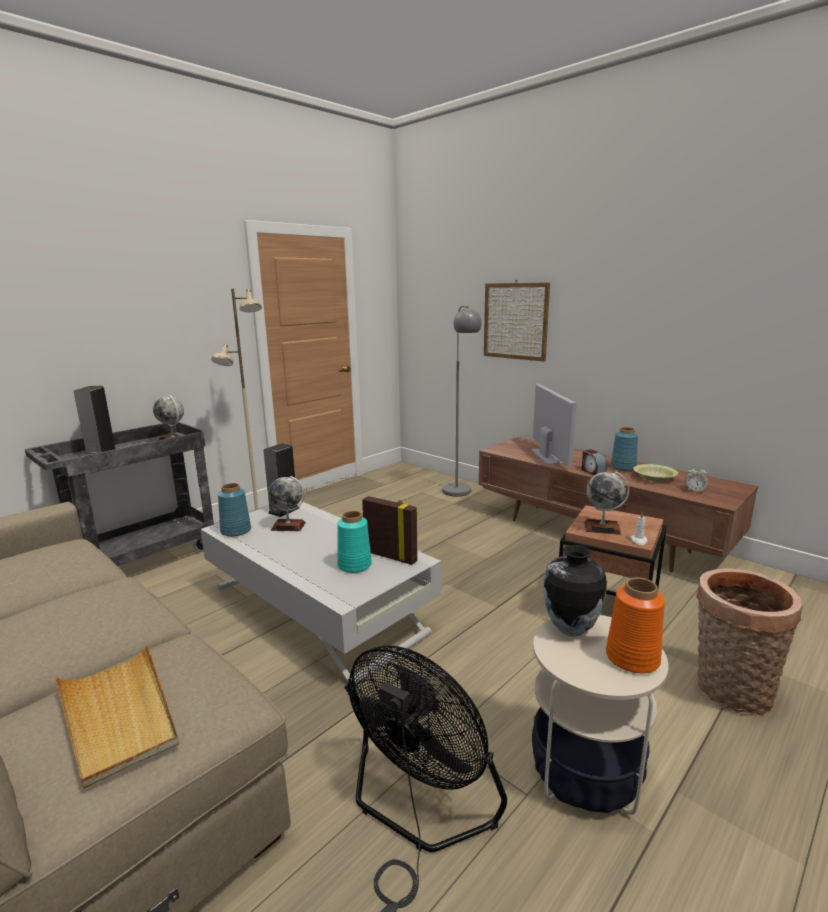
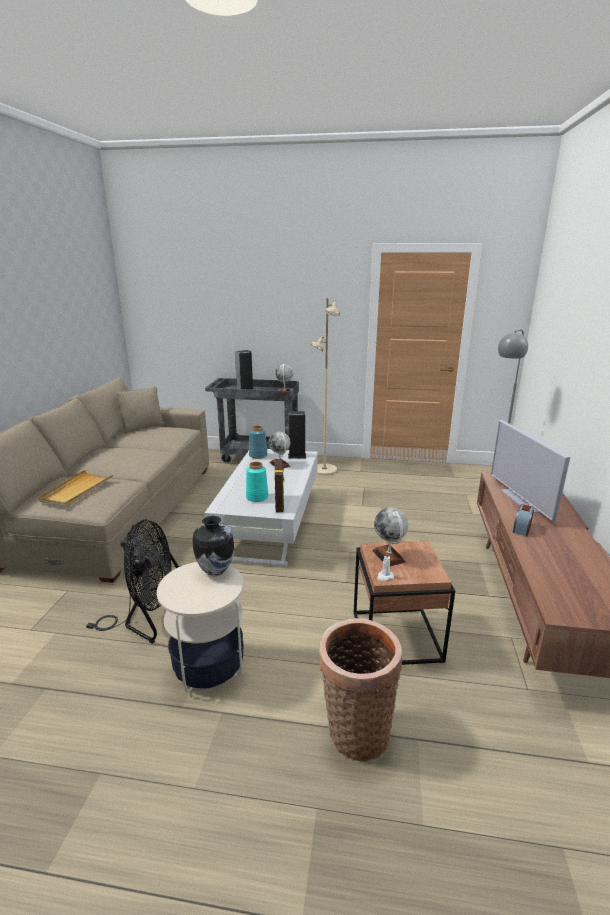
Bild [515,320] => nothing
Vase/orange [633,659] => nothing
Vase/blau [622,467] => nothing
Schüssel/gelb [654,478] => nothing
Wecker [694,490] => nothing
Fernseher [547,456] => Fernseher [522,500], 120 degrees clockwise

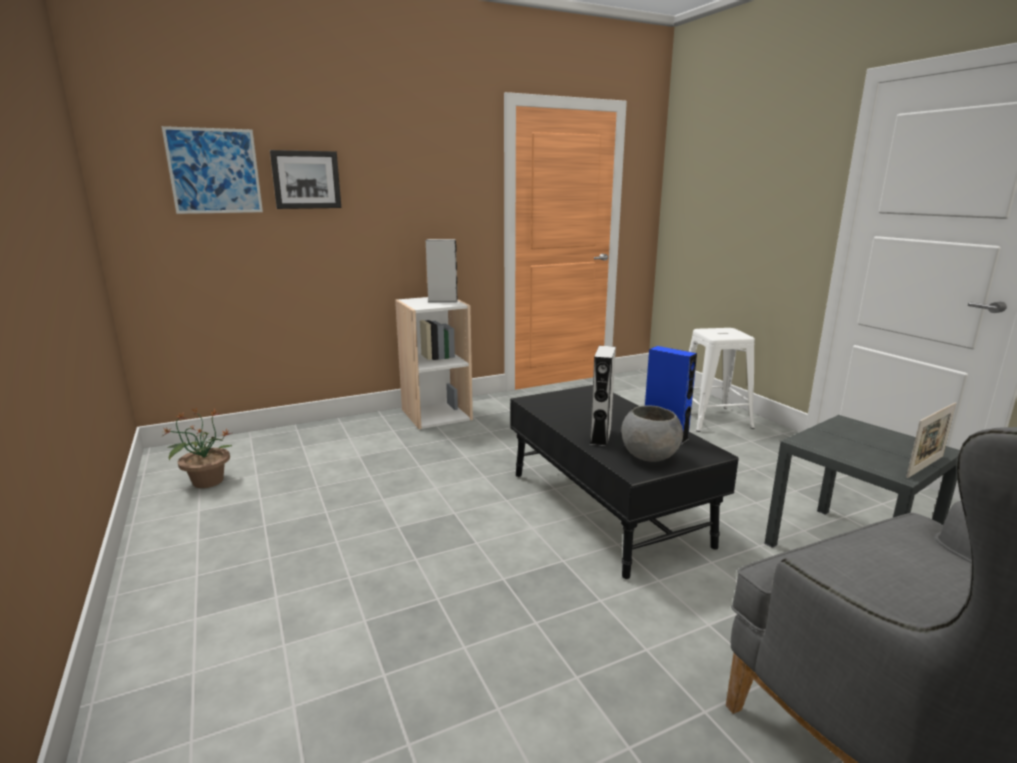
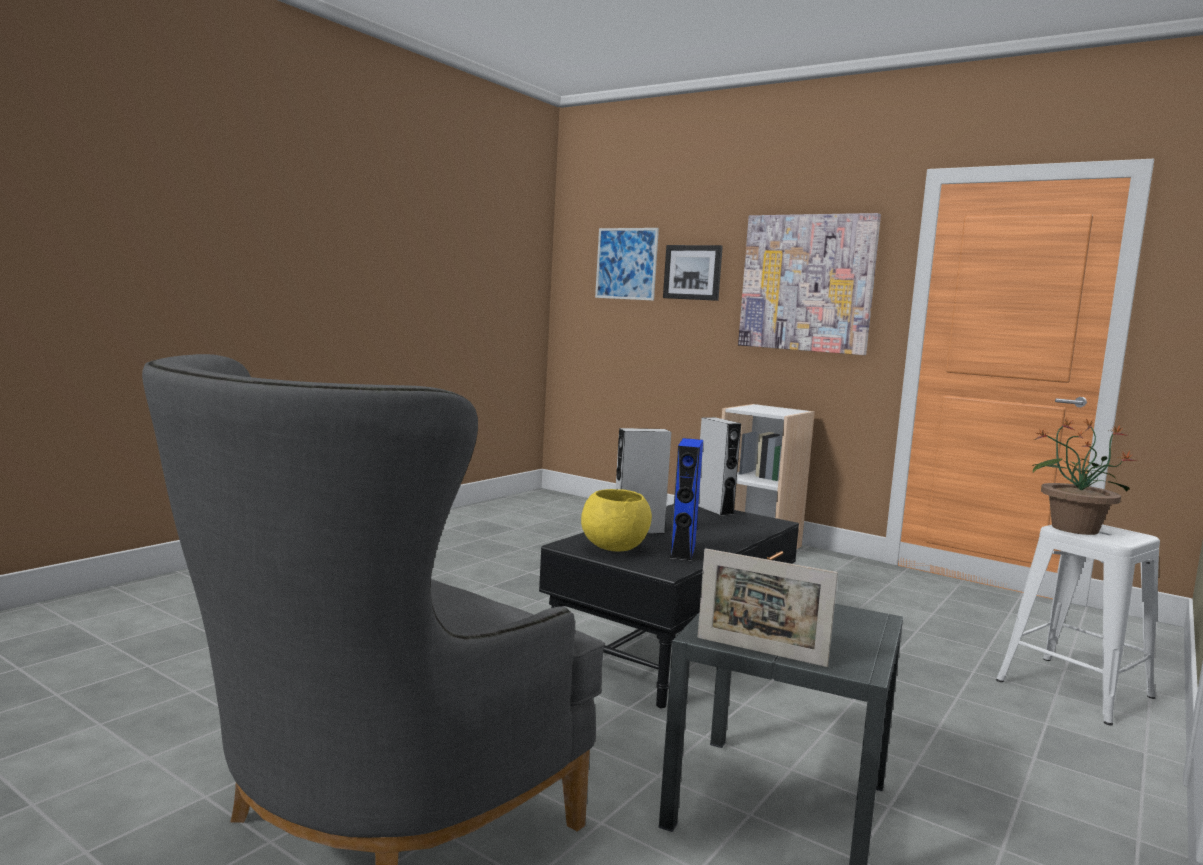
nothing => Bild [807,283]
Topfpflanze [207,481] => Topfpflanze [1073,528], moved
Lautsprecher/grau [442,301] => Lautsprecher/grau [714,510], moved
Schüssel/grau [649,457] => Schüssel/gelb [614,548]

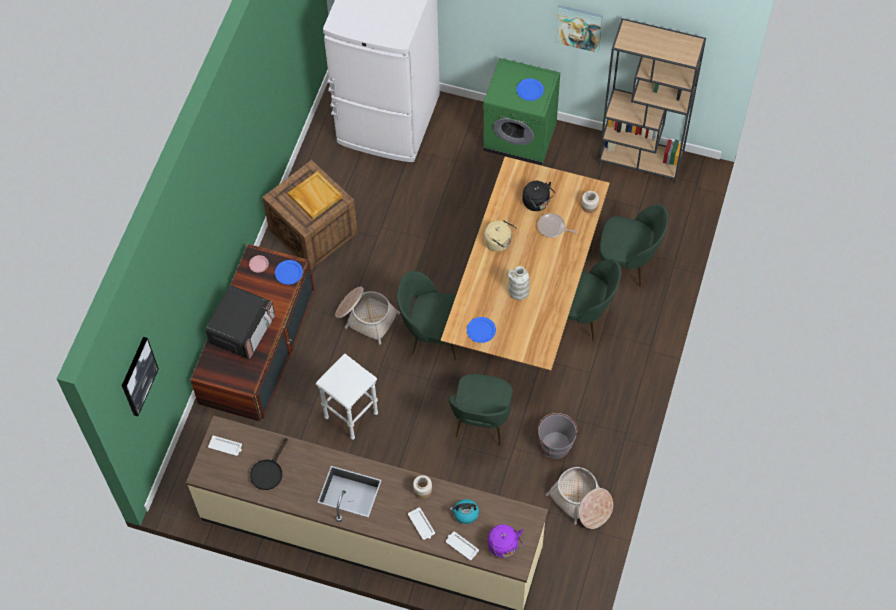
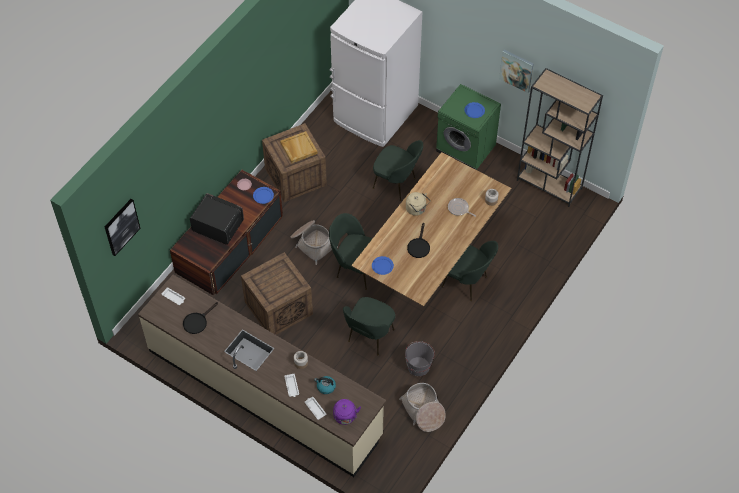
Wasserkessel/schwarz [537,203] => nothing
Stuhl/grün [628,265] => Stuhl/grün [397,185], moved
Hocker/weiß [351,414] => Kiste [279,307]
Vase/weiß [518,291] => Pfanne/schwarz [418,246]
Mikrowelle [242,330] => Mikrowelle [217,226], 105 degrees counterclockwise

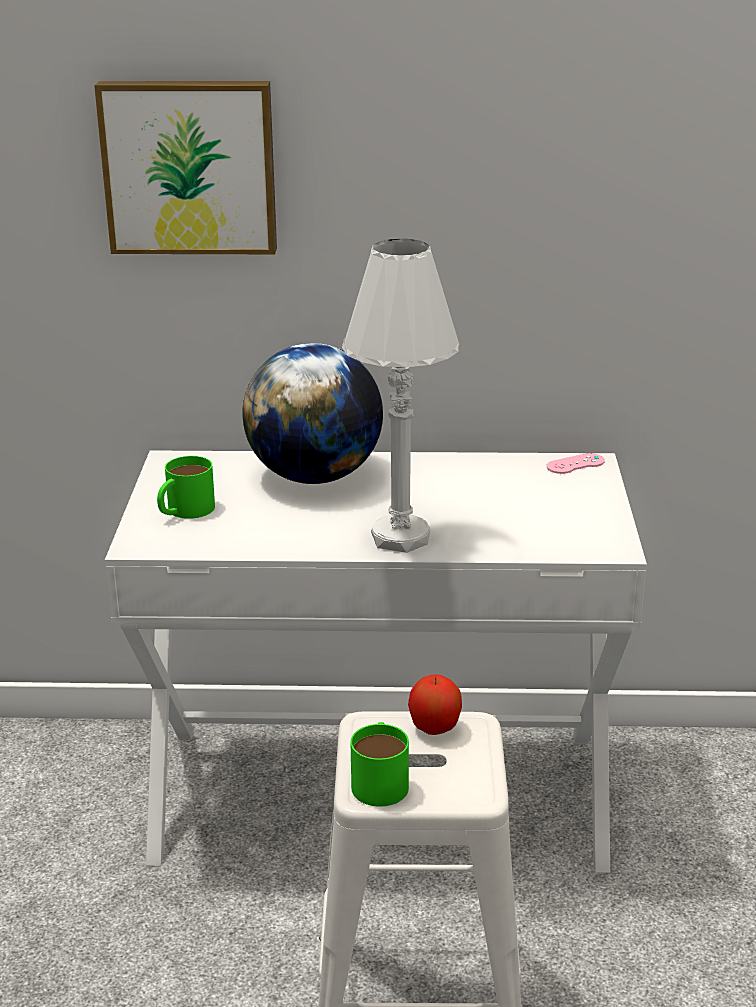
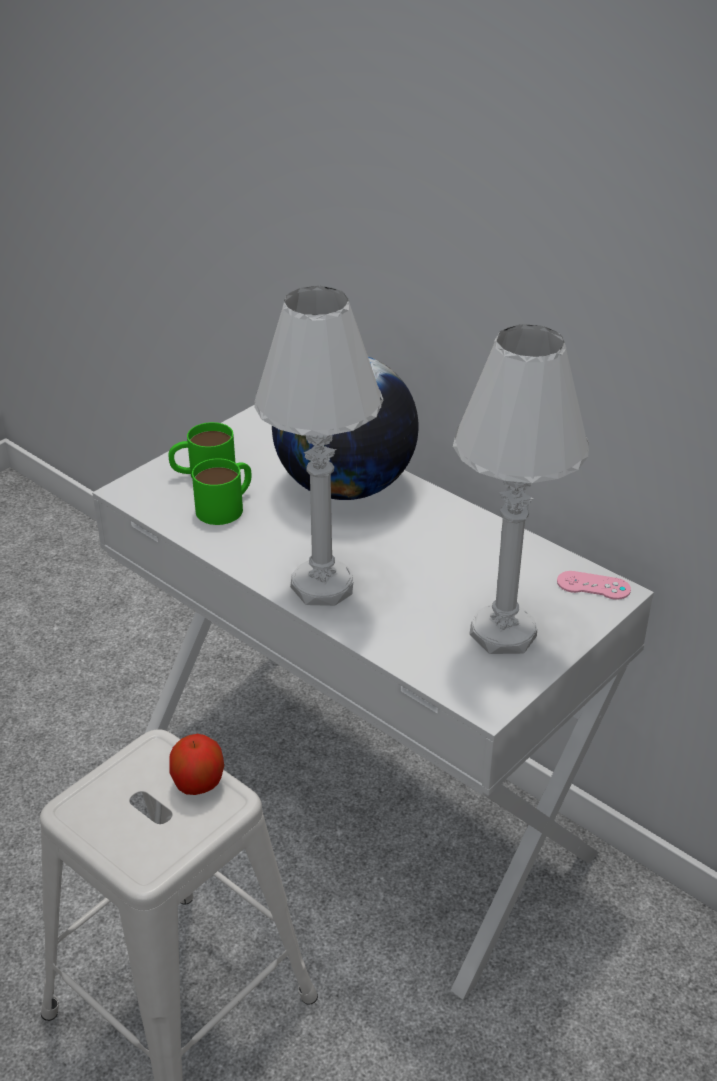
Bild [190,166] => nothing
nothing => Tischlampe/weiß [503,634]
Henkelbecher/grün [380,779] => Henkelbecher/grün [227,506], moved

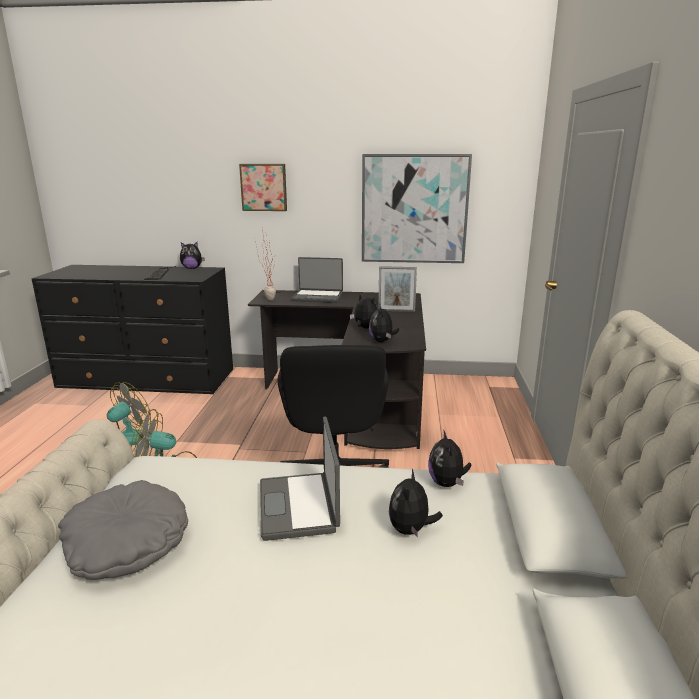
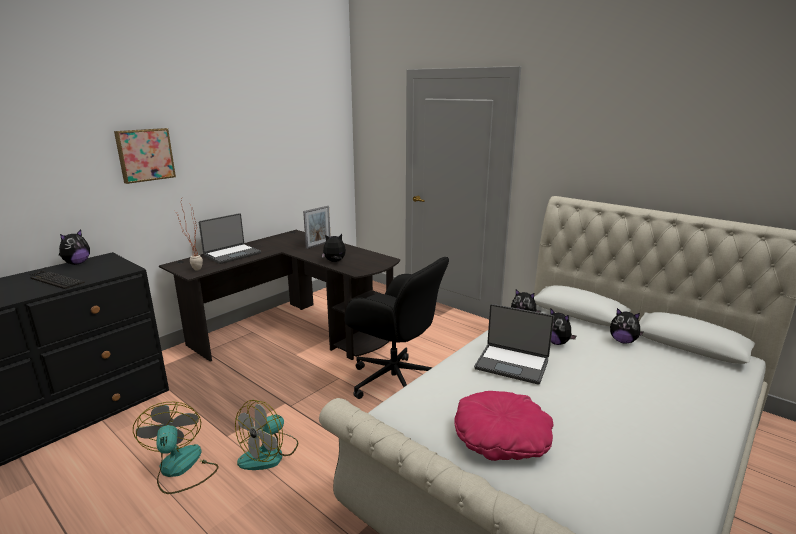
Bild [414,209] => nothing
Plüschtier [382,341] => Plüschtier [623,341], moved
Kissen/grau [129,543] => Kissen/rosa [501,436]

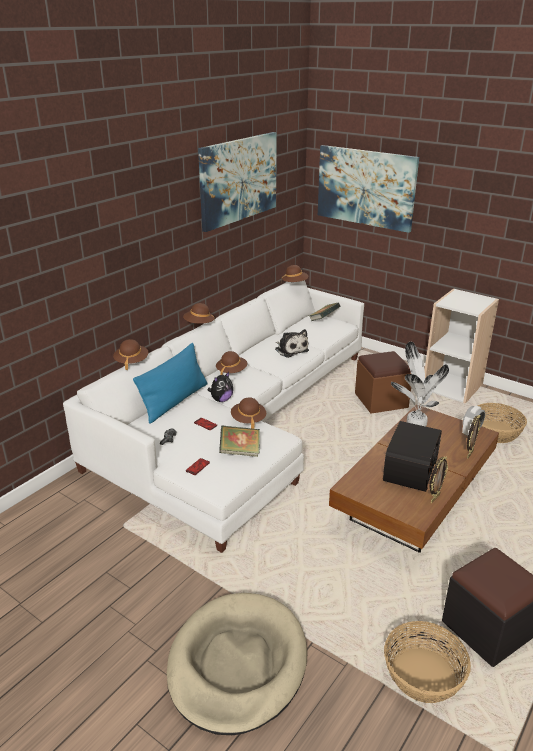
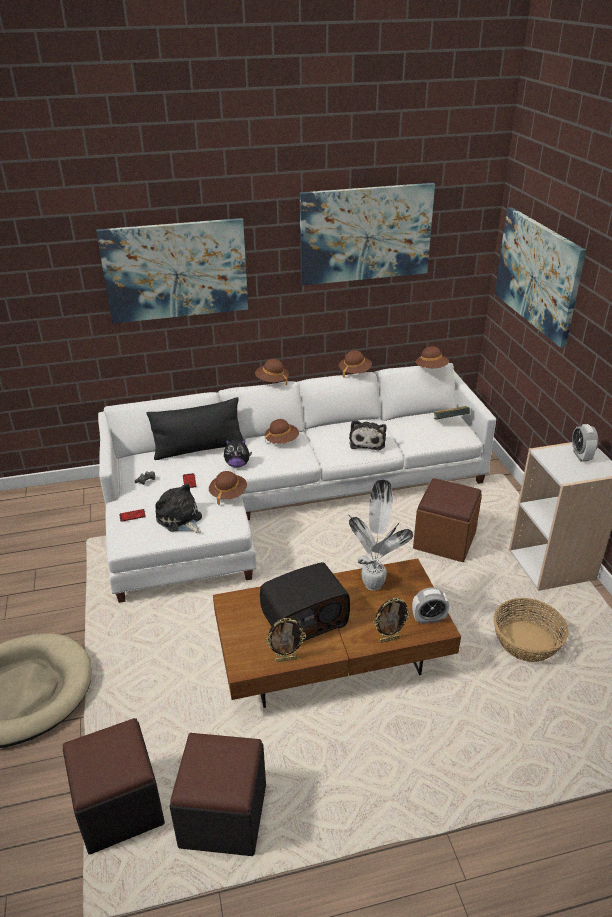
nothing => Bild [175,270]
nothing => Wecker [581,456]
Hut/braun [131,362] => Hut/braun [354,372], moved
Buch [240,451] => Plüschtier [180,519]
Korb [422,675] => Polsterhocker/schwarz [119,806]
Kissen/blau [175,401] => Kissen/schwarz [199,449]

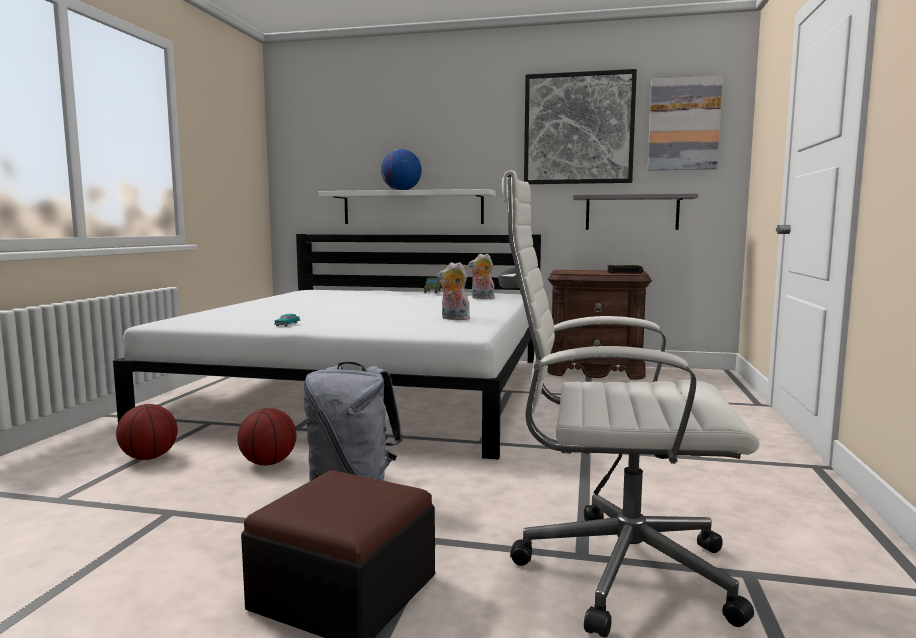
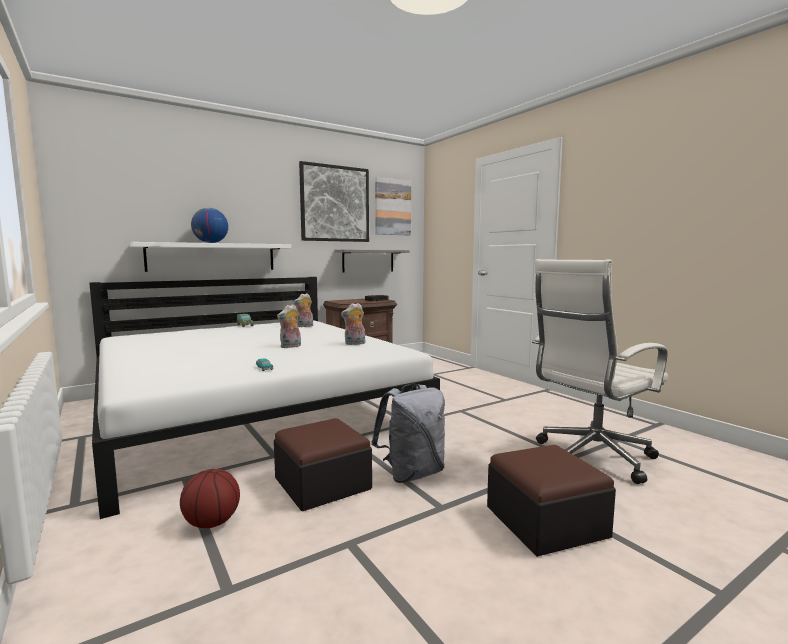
nothing => Plüschtier [291,346]
Basketball [269,463] => Polsterhocker [322,484]

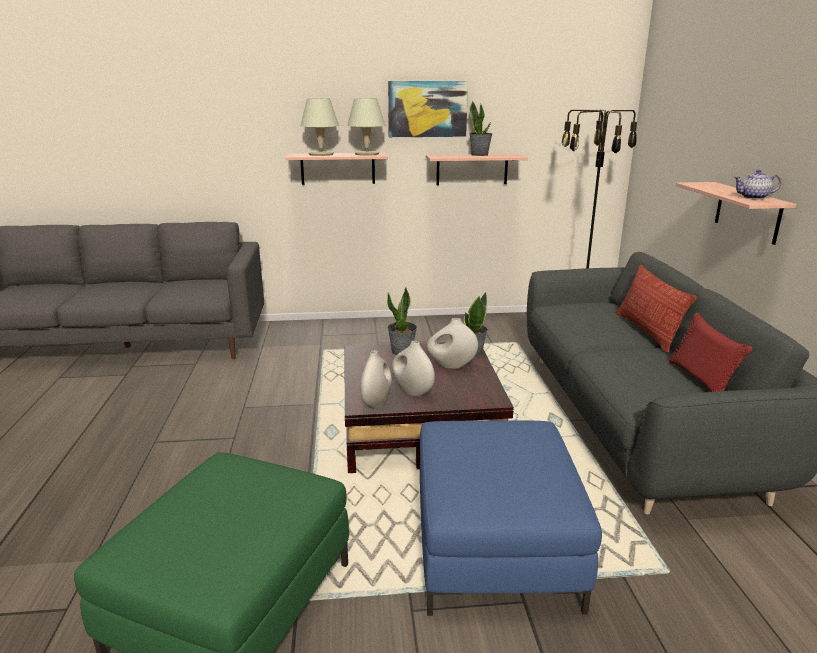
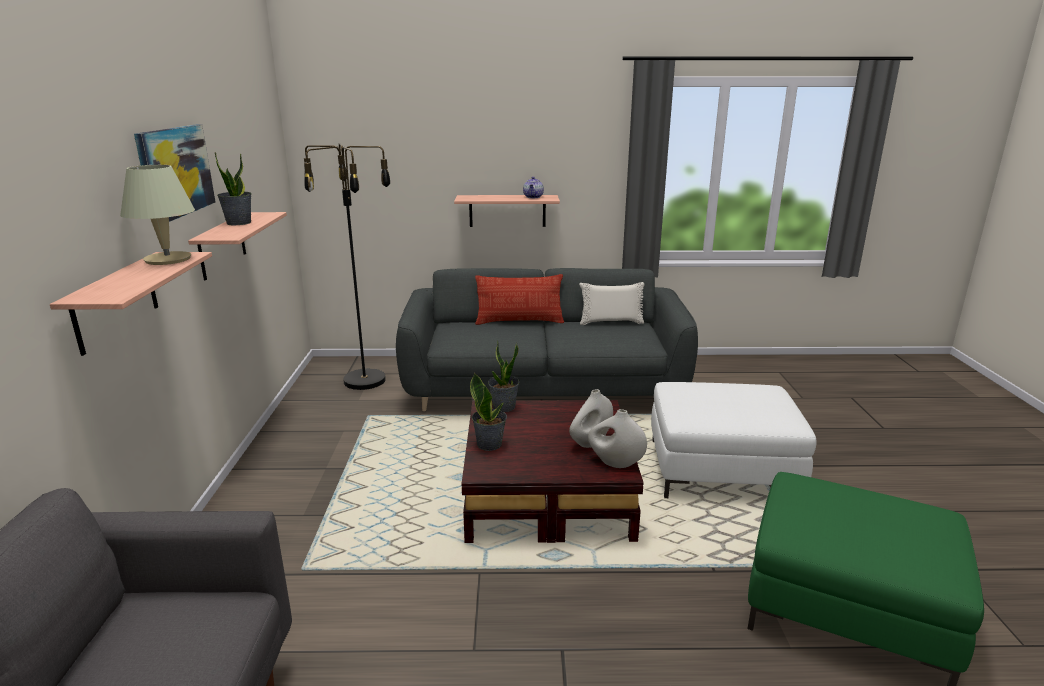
Tischlampe/beige [321,154] => nothing
Vase/weiß [451,365] => nothing
Polsterhocker/blau [494,546] => Polsterhocker/weiß [720,470]
Kissen/rot [701,380] => Kissen/weiß [611,322]

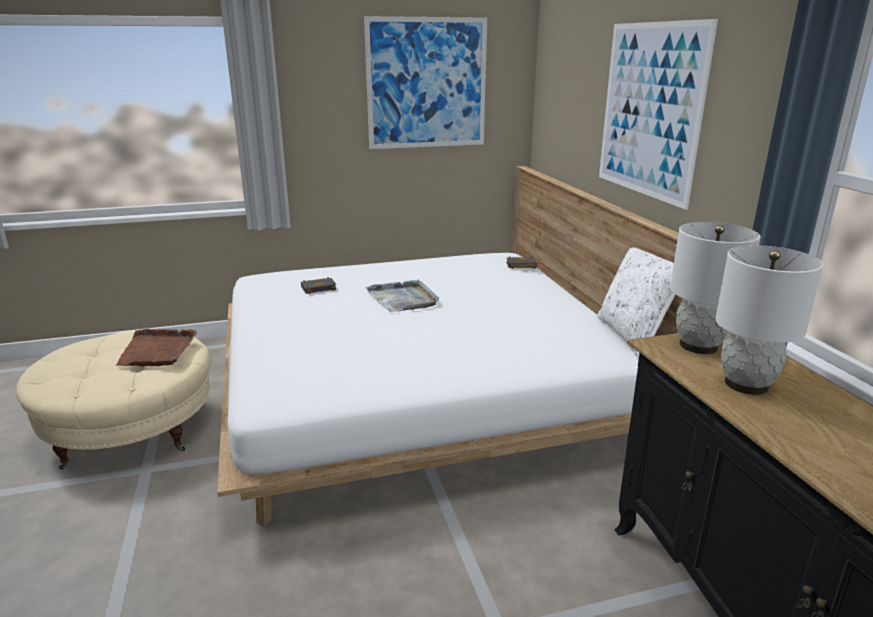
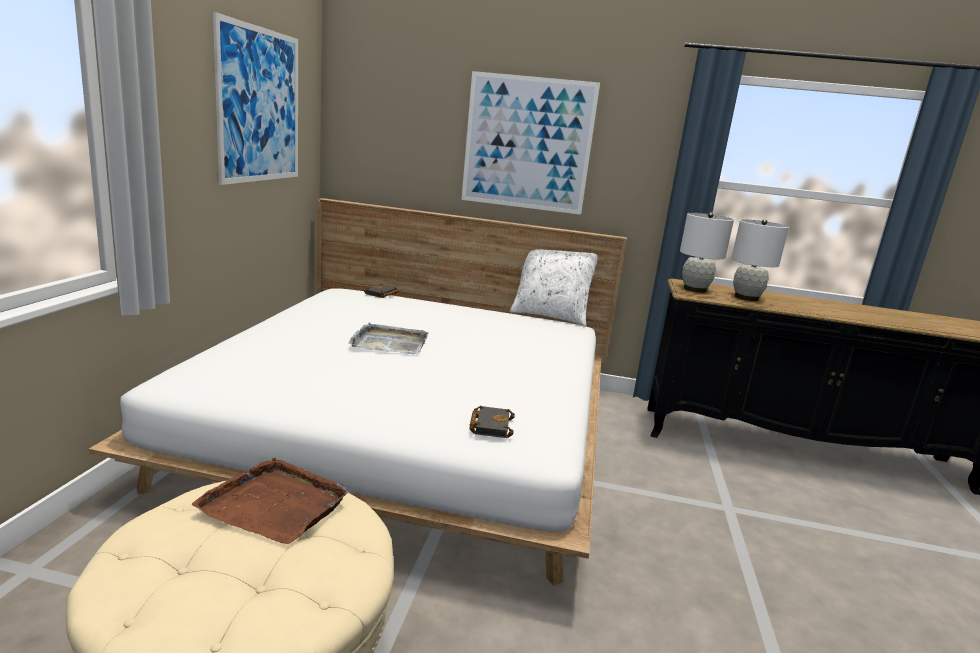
Buch/schwarz [319,288] => Buch/schwarz [490,425], moved

